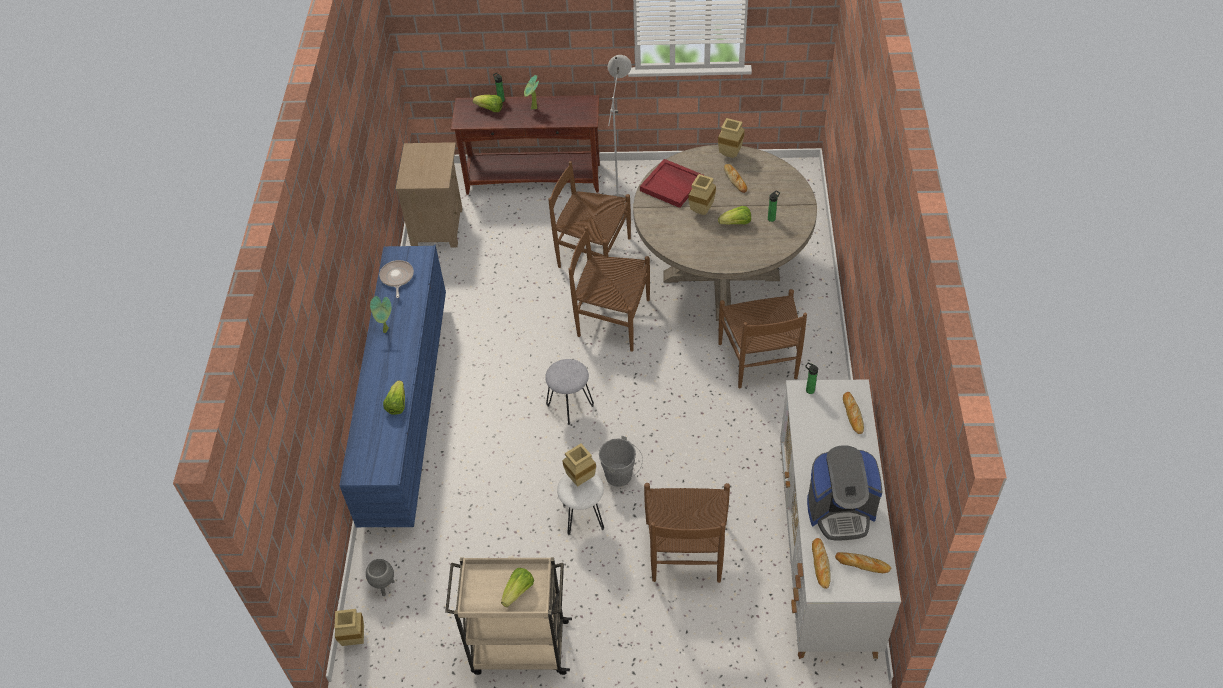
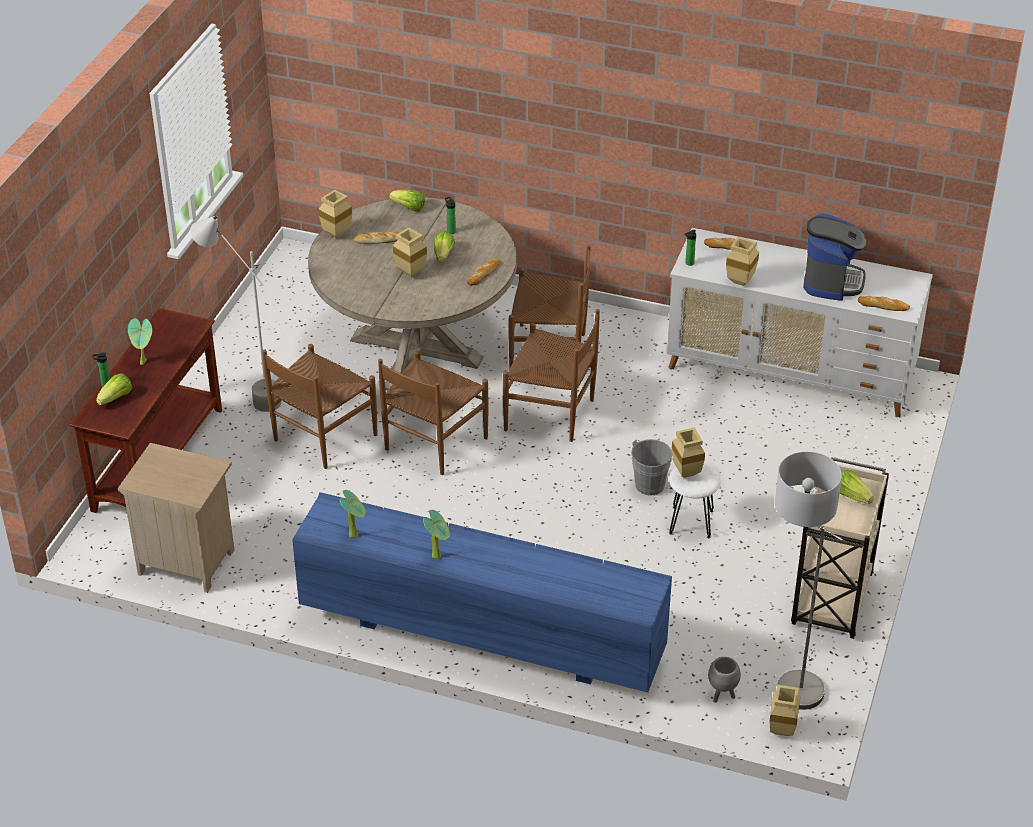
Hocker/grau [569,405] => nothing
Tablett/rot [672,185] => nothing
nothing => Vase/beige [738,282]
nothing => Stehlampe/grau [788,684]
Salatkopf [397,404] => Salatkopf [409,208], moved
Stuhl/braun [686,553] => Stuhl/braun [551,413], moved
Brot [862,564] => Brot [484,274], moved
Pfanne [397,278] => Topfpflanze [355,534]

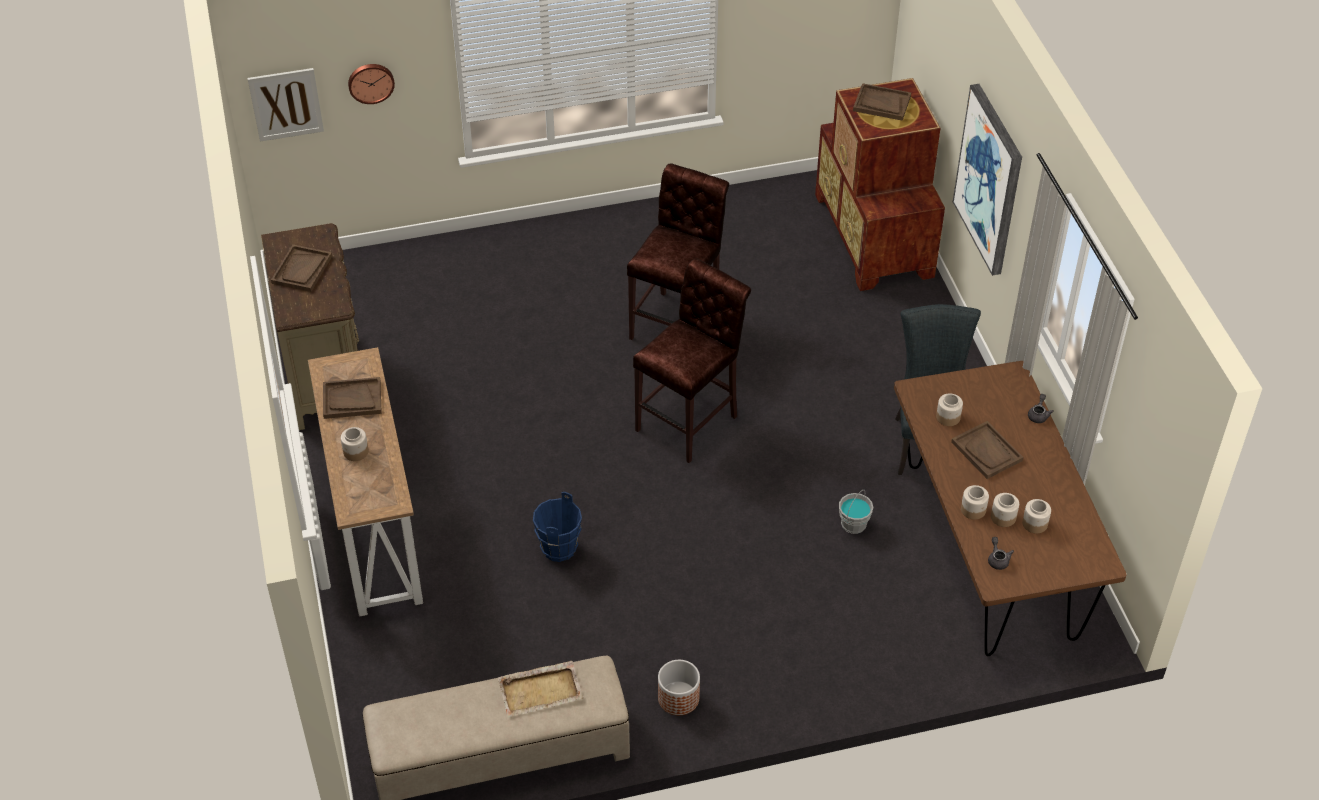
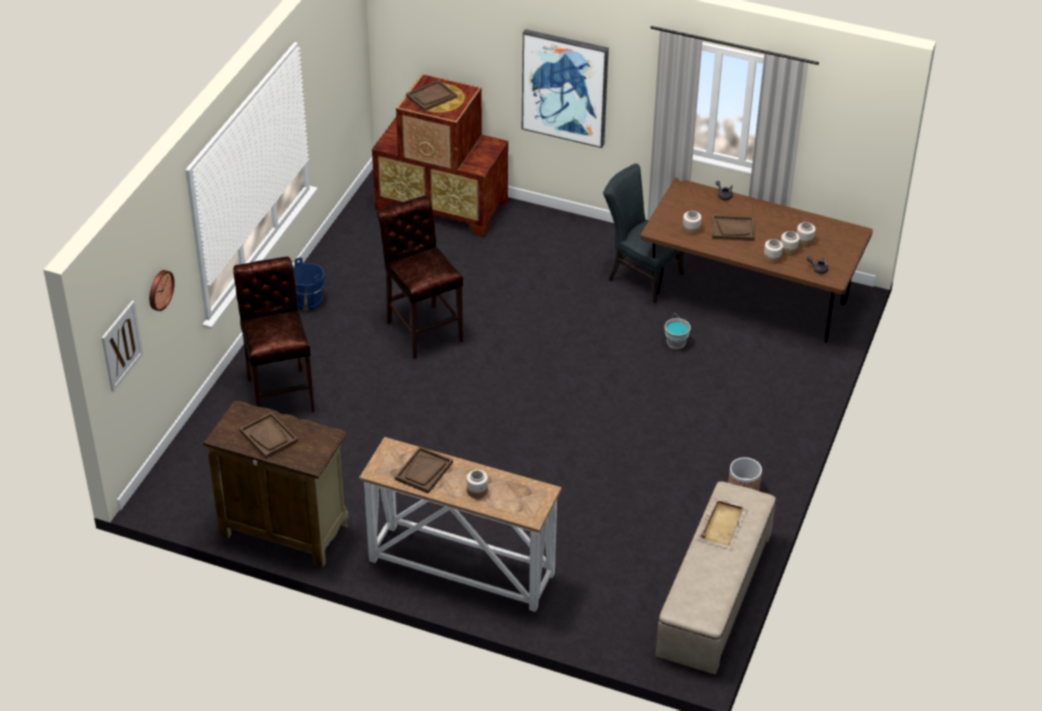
Eimer/blau [558,548] => Eimer/blau [308,303], moved
Hocker/braun [691,420] => Hocker/braun [280,391], moved

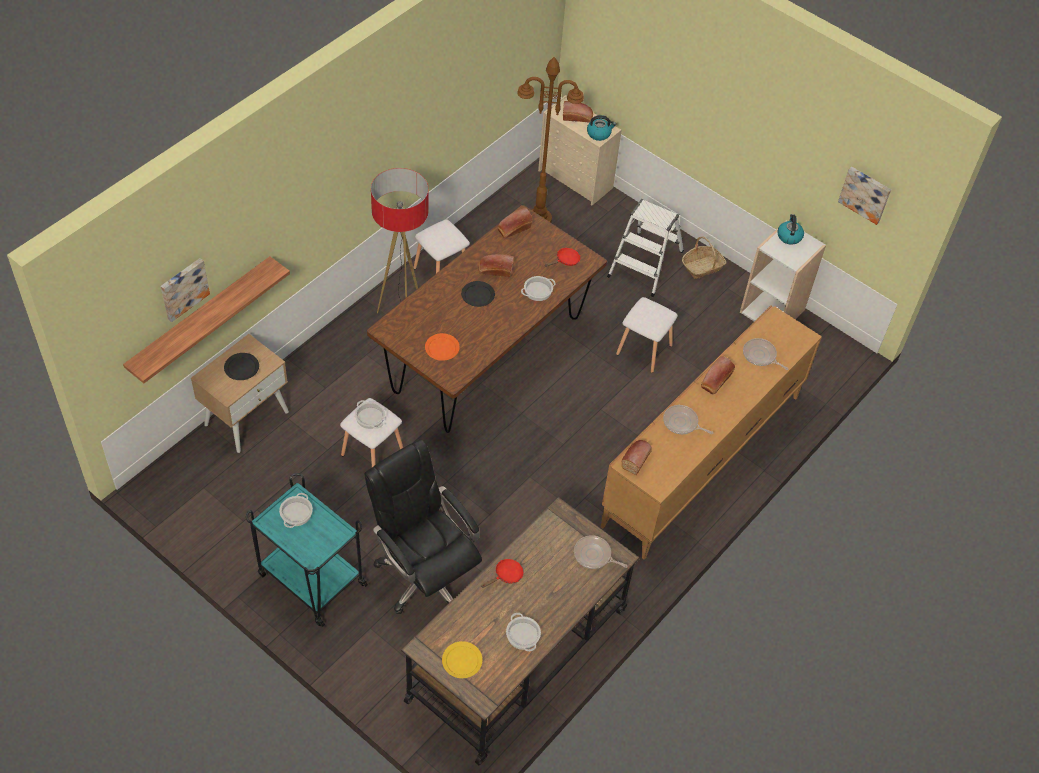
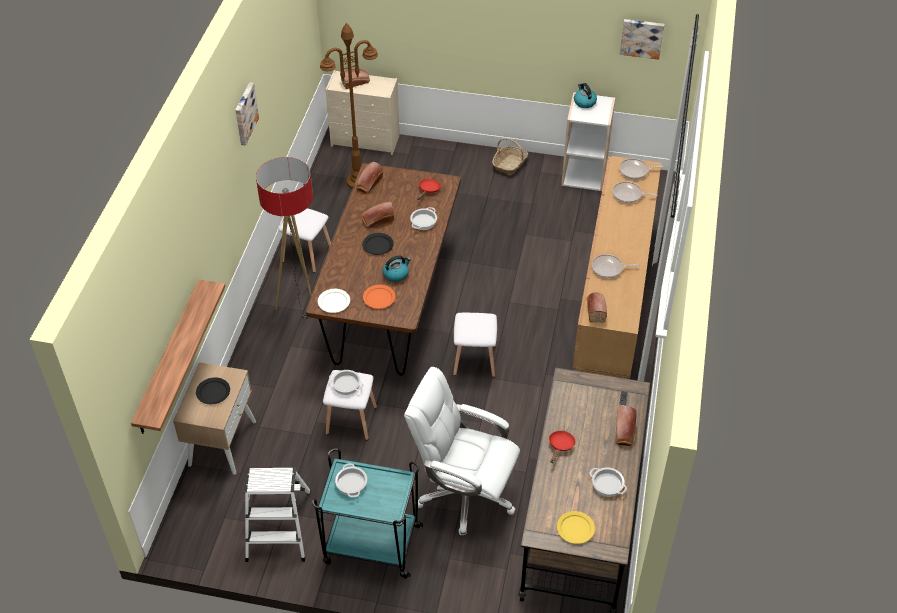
nothing => Teller/weiß [333,302]
Bild [183,288] => Bild [244,113], moved
Pfanne [594,555] => Pfanne [635,171], moved
Wasserkessel [599,133] => Wasserkessel [396,274], moved
Trittleiter/weiß [645,263] => Trittleiter/weiß [278,525], moved
Hocker/weiß [644,350] => Hocker/weiß [475,361], moved
Brot [715,381] => Brot [624,432], moved
Bürostuhl/schwarz [425,576] => Bürostuhl/weiß [464,495]

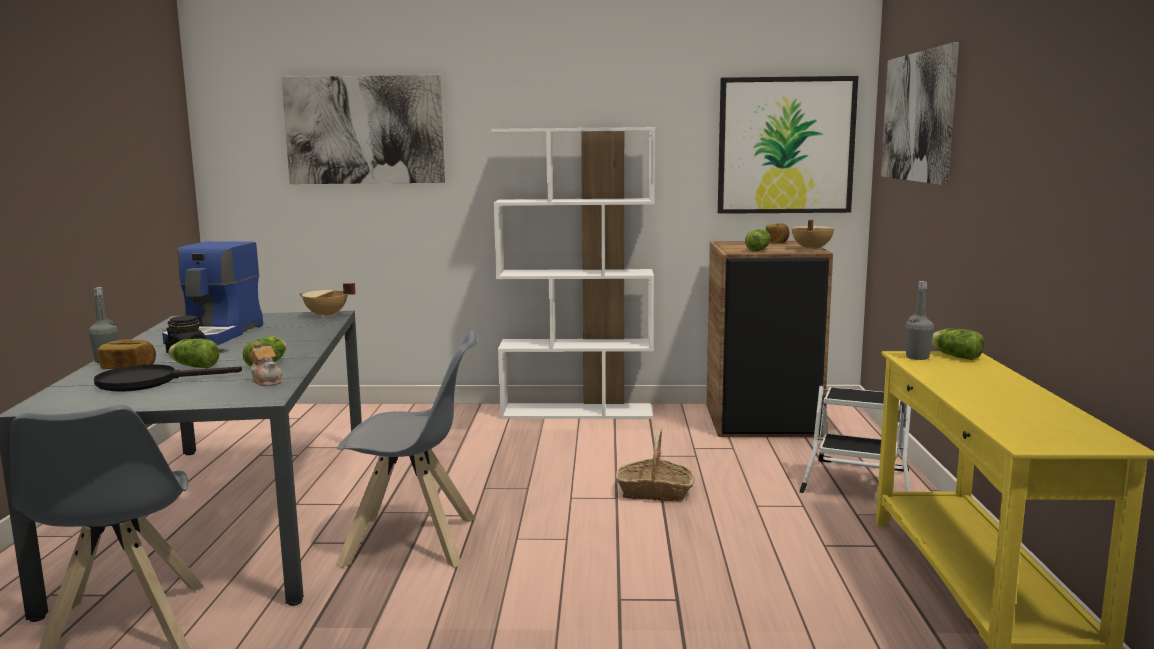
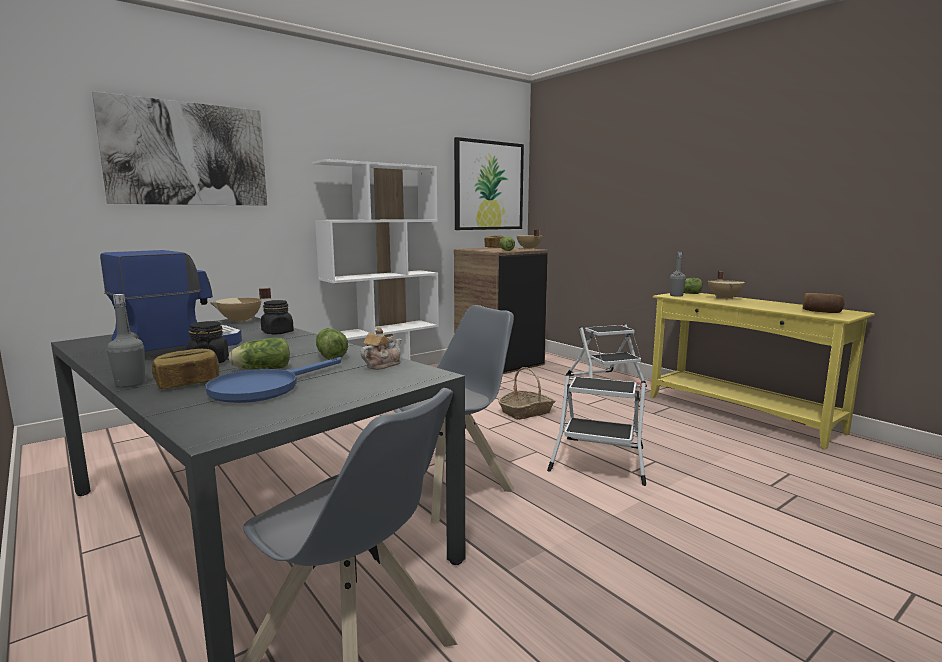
Bild [917,117] => nothing
nothing => Vorratsglas/schwarz [277,332]
nothing => Trittleiter [599,460]
nothing => Kochtopf/beige [725,298]
nothing => Brot [821,312]
Pfanne/schwarz [149,382] => Pfanne/blau [264,388]
Kaffeemaschine [215,334] => Kaffeemaschine [179,347], 105 degrees counterclockwise
Teekanne [267,381] => Teekanne [381,365], 60 degrees counterclockwise

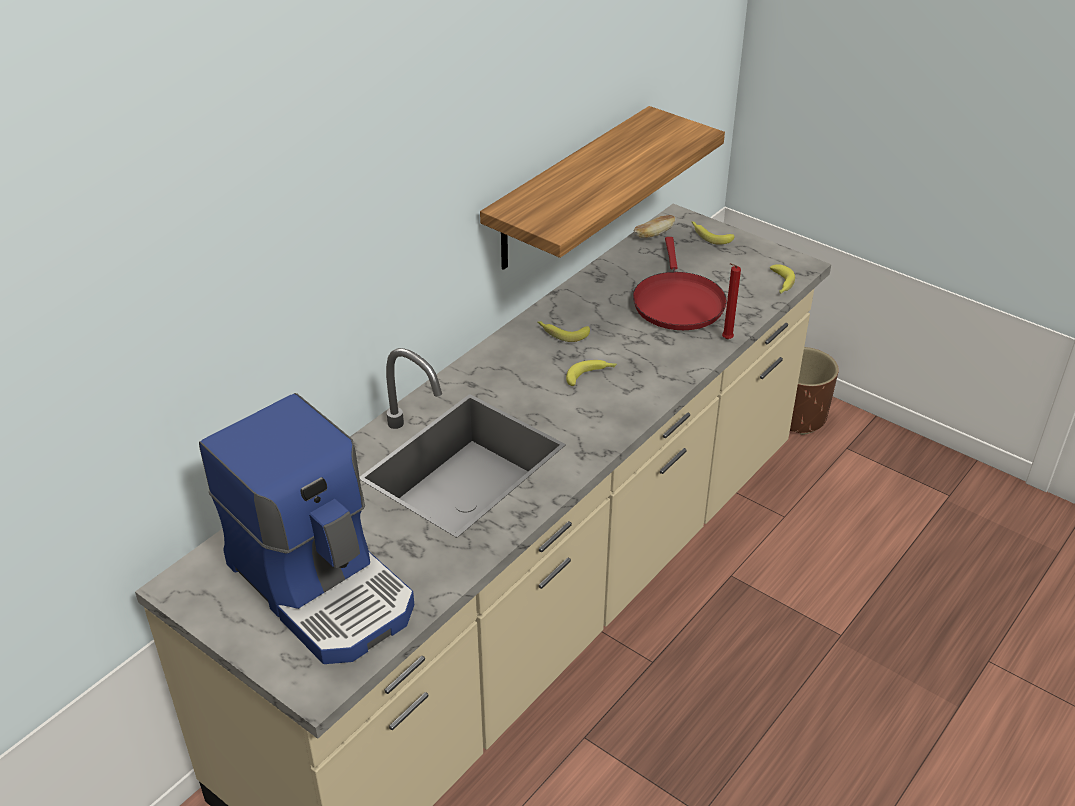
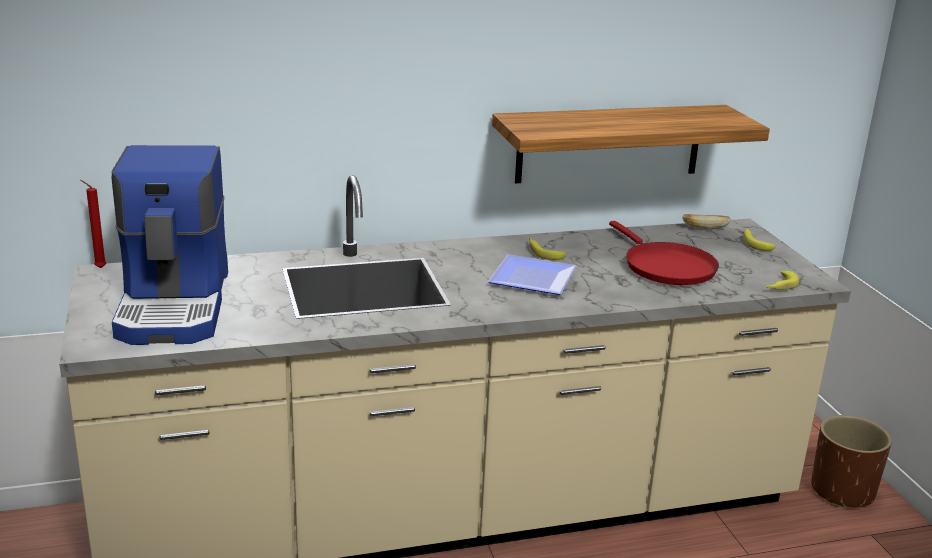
Kerze/rot [725,339] => Kerze/rot [98,268], moved
Banane [591,375] => Teller [529,279]
Pfanne/rot [677,302] => Pfanne/rot [665,267], 60 degrees counterclockwise

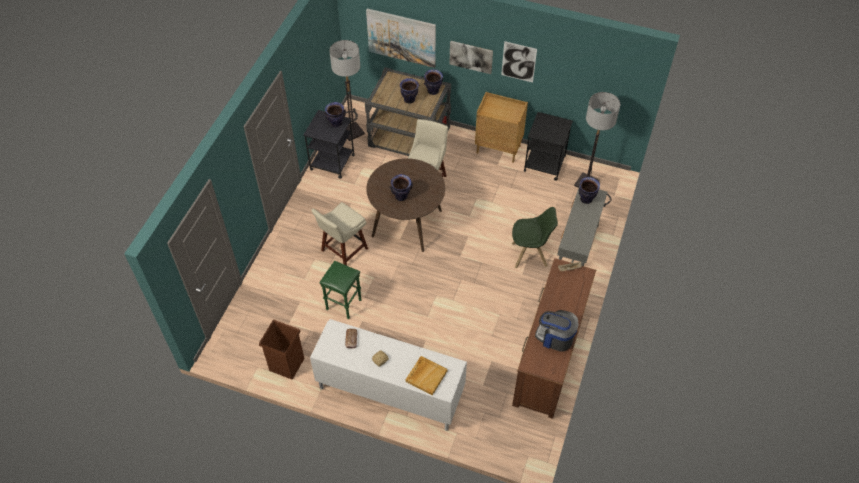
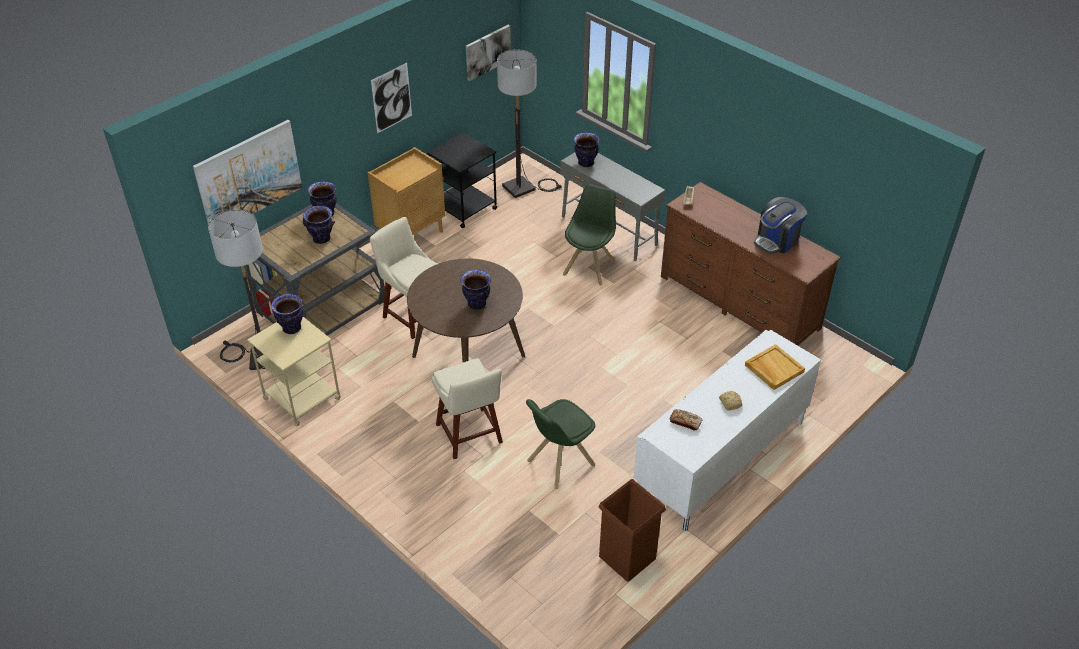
Bild [471,56] => Bild [487,52], moved
Hocker/grün [343,303] => Stuhl/grün [560,462]
Rollwagen/schwarz [332,161] => Rollwagen/beige [301,397]

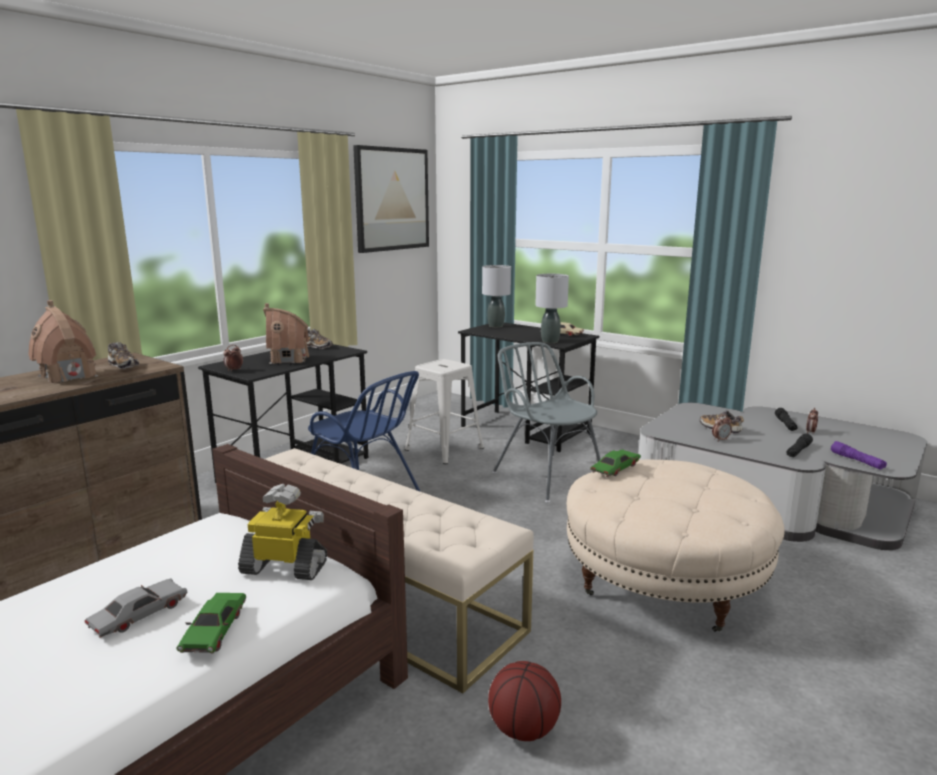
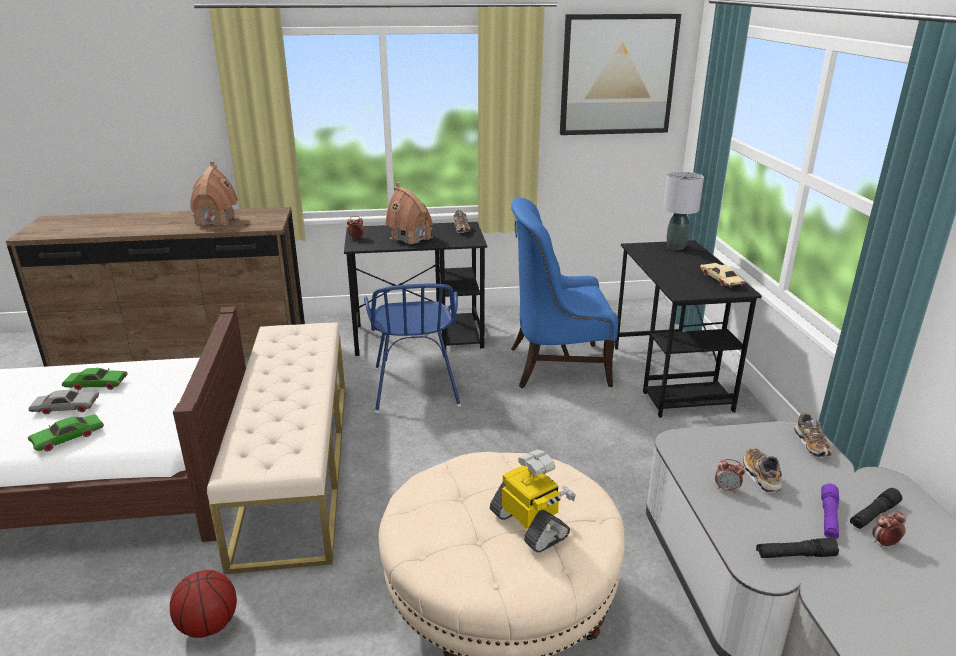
Stuhl/grau [545,476] => nothing
Tischlampe/grau [550,341] => nothing
Schuh [123,365] => Schuh [811,444], moved
Spielzeugroboter [285,567] => Spielzeugroboter [530,525], moved
Spielzeugauto/grün [615,469] => Spielzeugauto/grün [96,385], moved
Taschenlampe/lila [857,461] => Taschenlampe/lila [828,517], moved
Hocker/weiß [444,449] => Stuhl/blau [557,366]

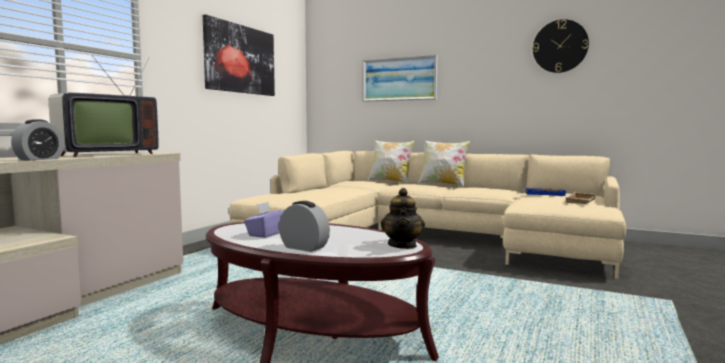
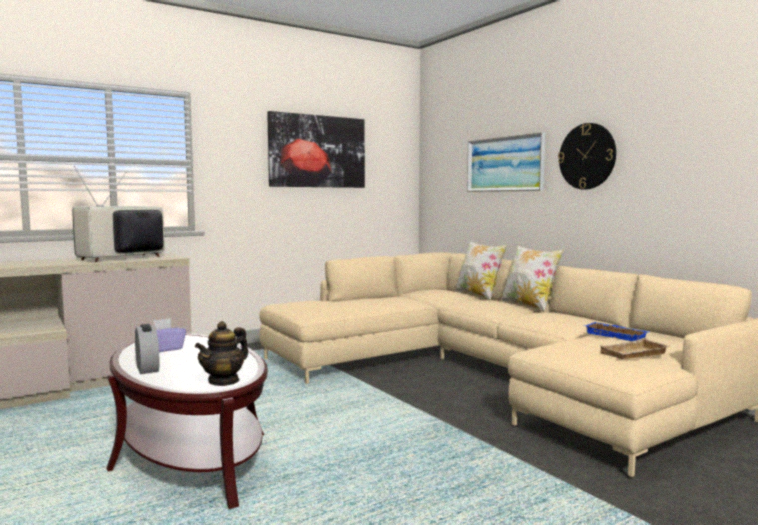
Wecker [39,159] => nothing
Wanduhr [560,46] => Wanduhr [587,156], moved
Fernseher [104,154] => Fernseher [125,258], 150 degrees clockwise

